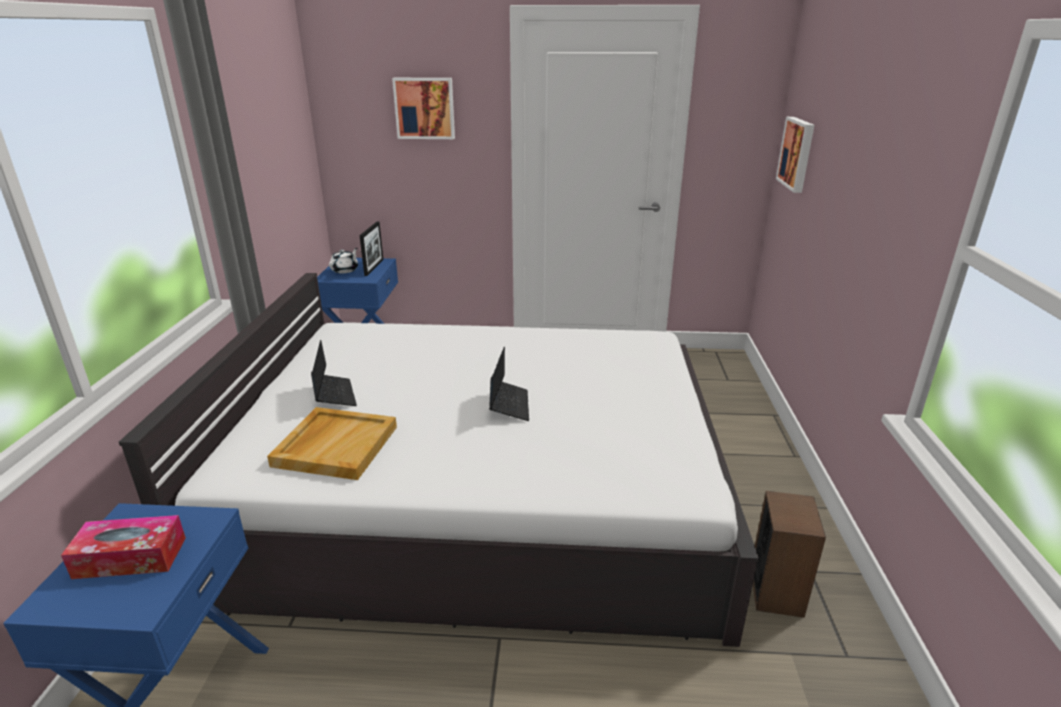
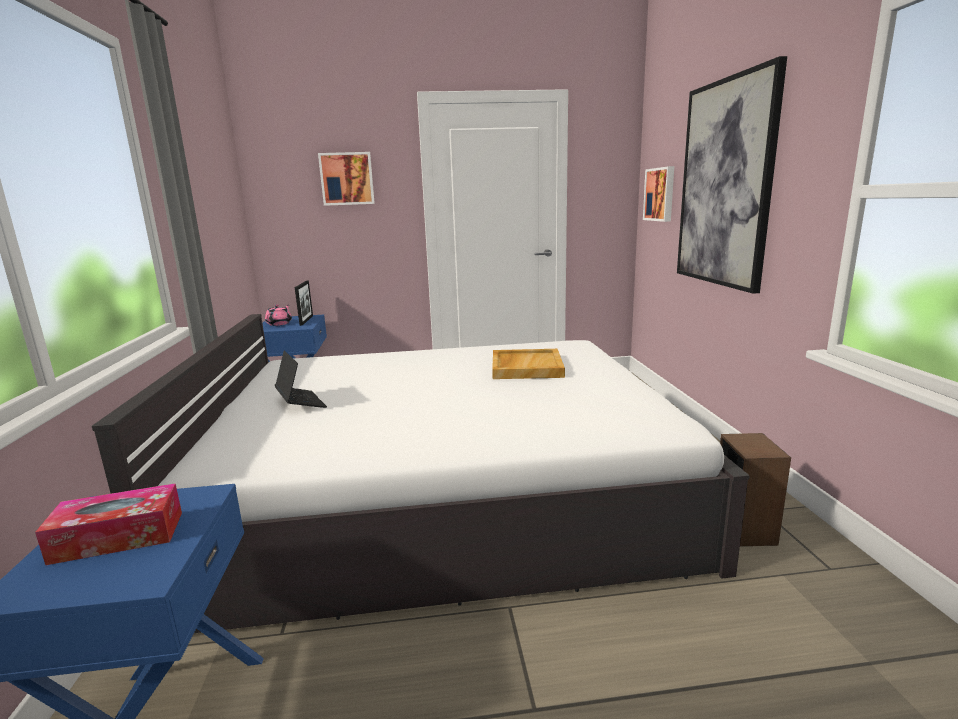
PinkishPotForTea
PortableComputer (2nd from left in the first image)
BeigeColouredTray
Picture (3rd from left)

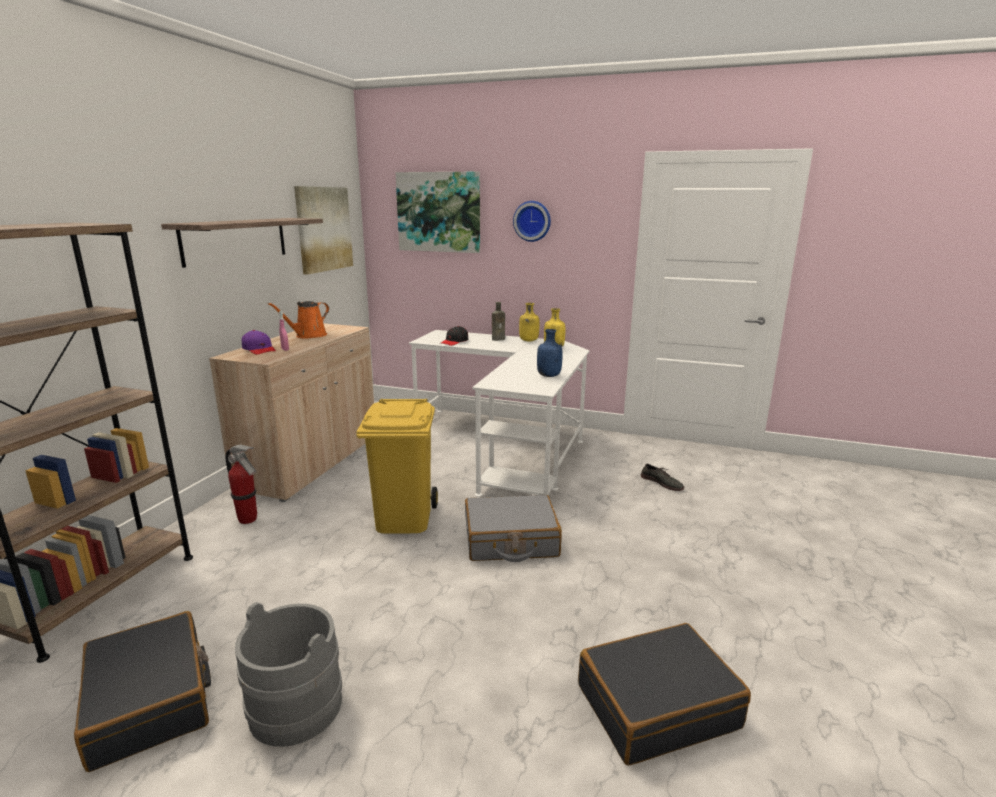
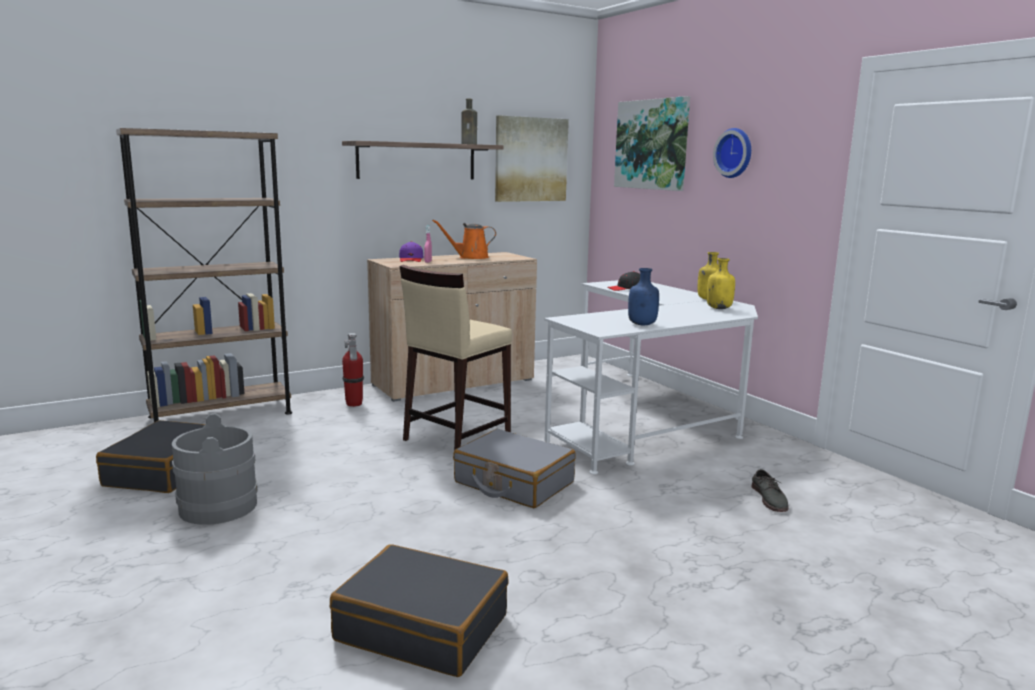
BrownishBeverageBottle
BeigeColouredStool

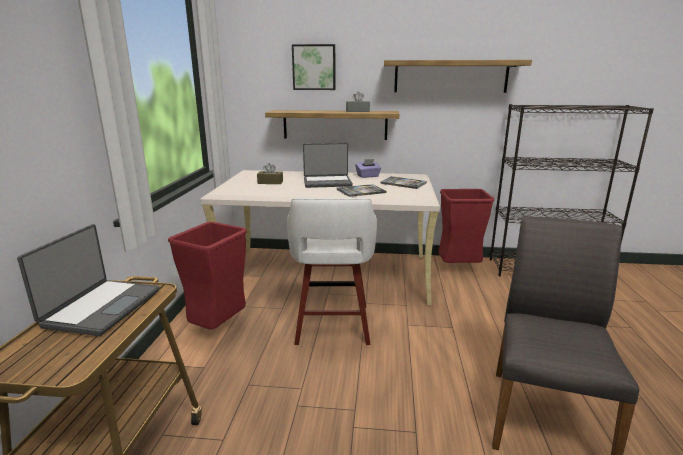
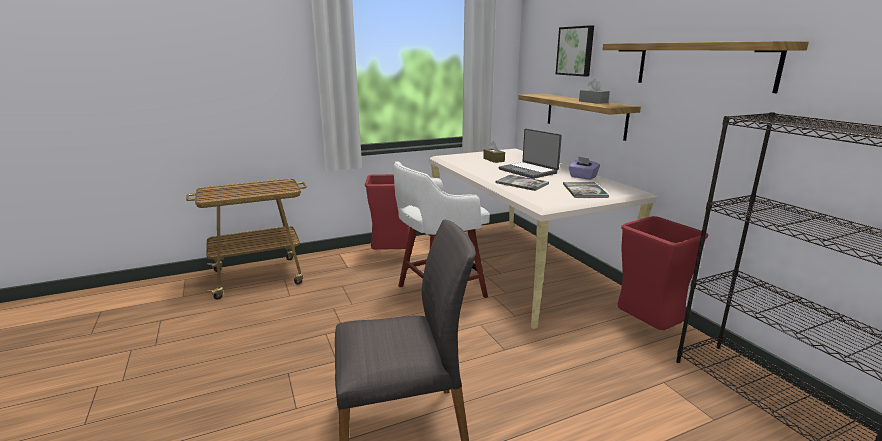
PortableComputer (1st from left in the first image)

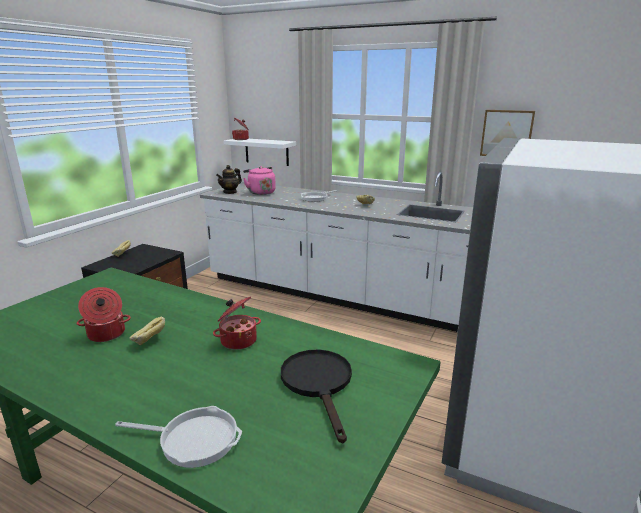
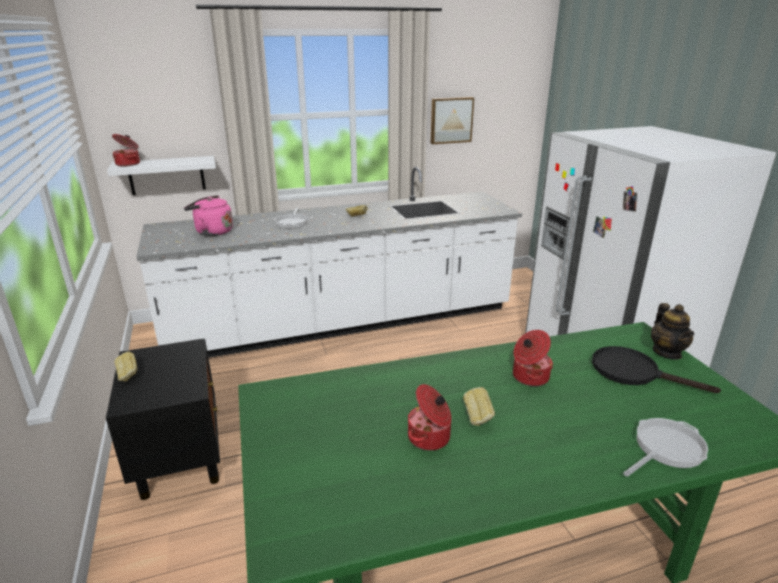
PotForTea

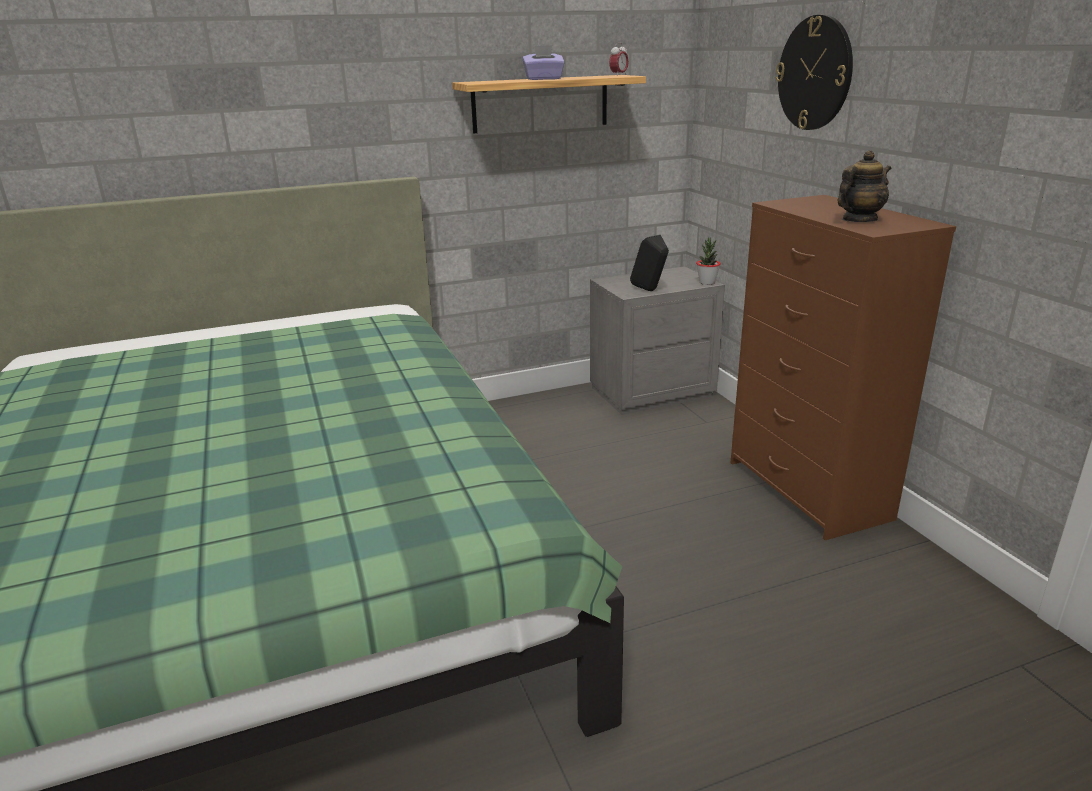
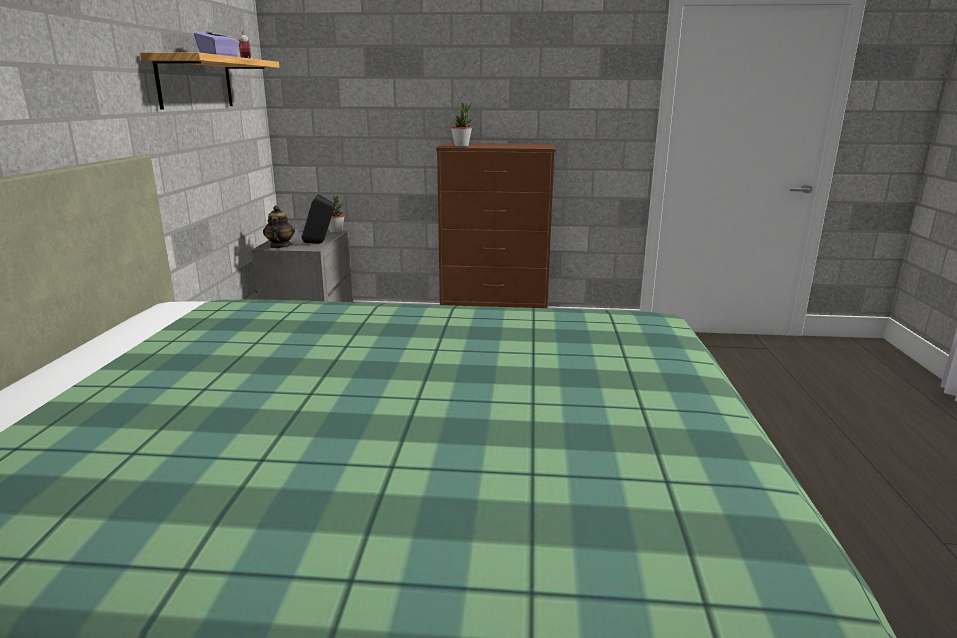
ClockOnTheWall
PotForTea
PottedPlant (2nd from left)

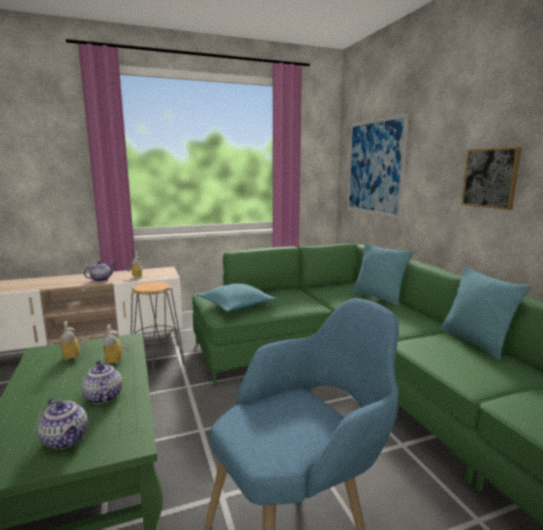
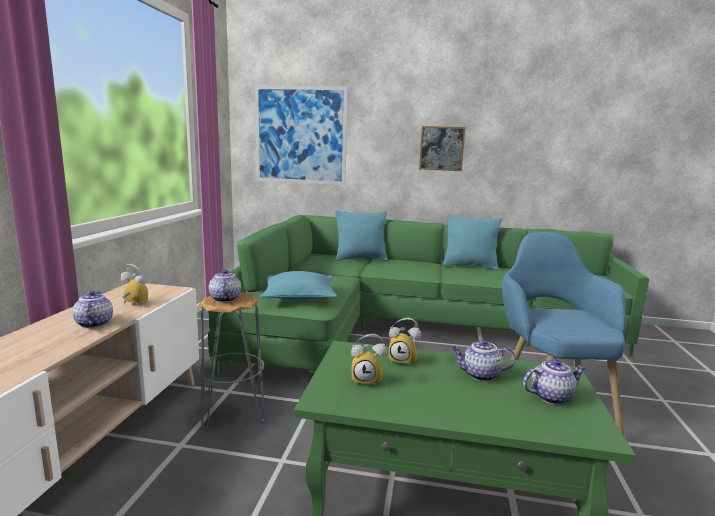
PotForTea (2nd from left)

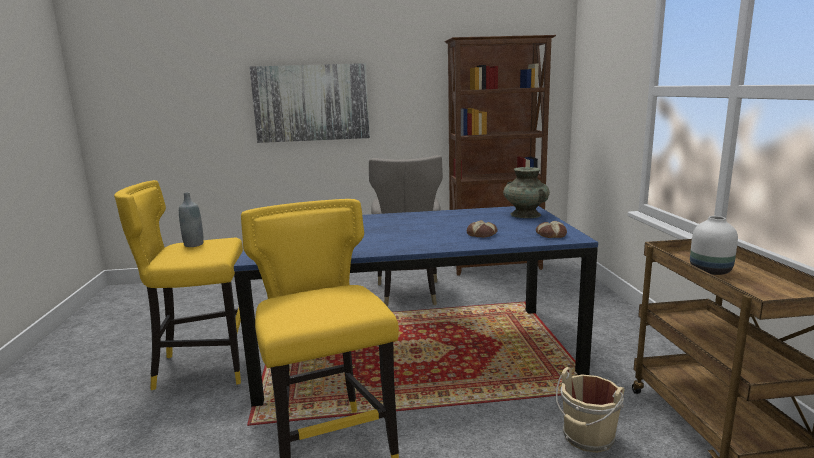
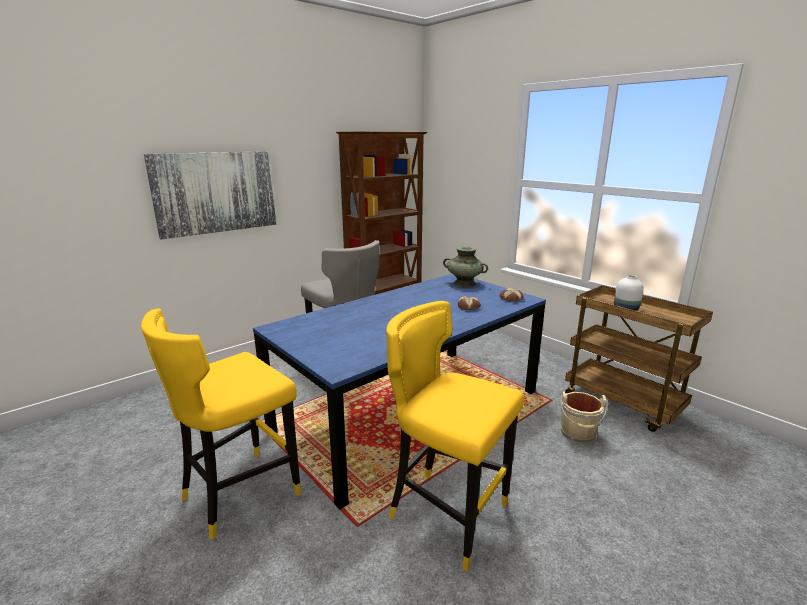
GrayBeverageBottle

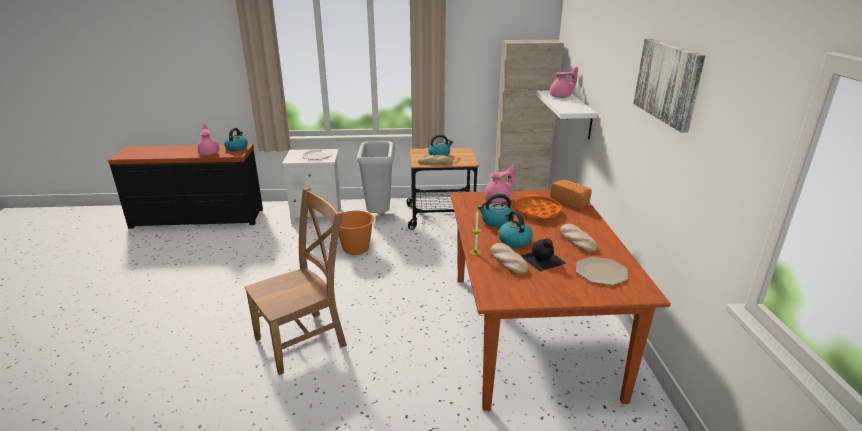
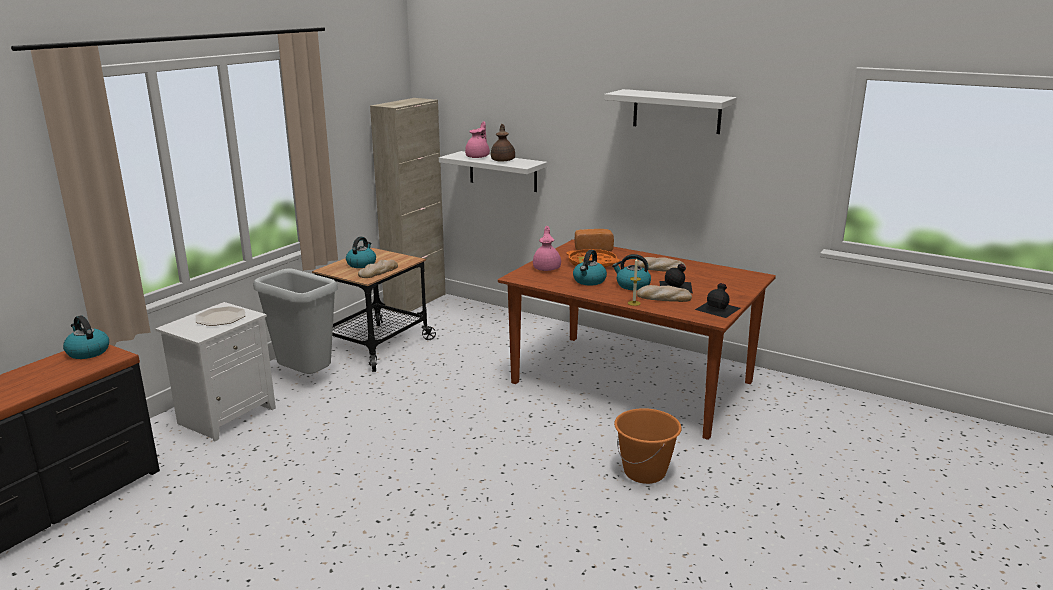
WhiteColouredShelf (2nd from left)
PinkishPotForTea (1st from left in the first image)
BrownishChair
OrangeyPail
FlatDish (2nd from left in the first image)
BrownishPotForTea
BlackColouredBeverageBottle (2nd from left)

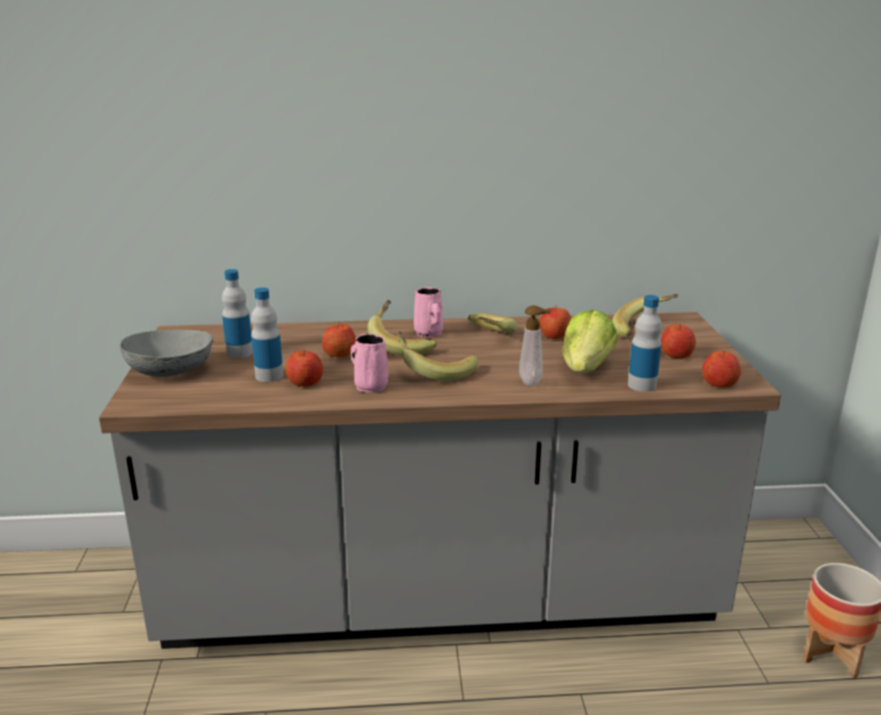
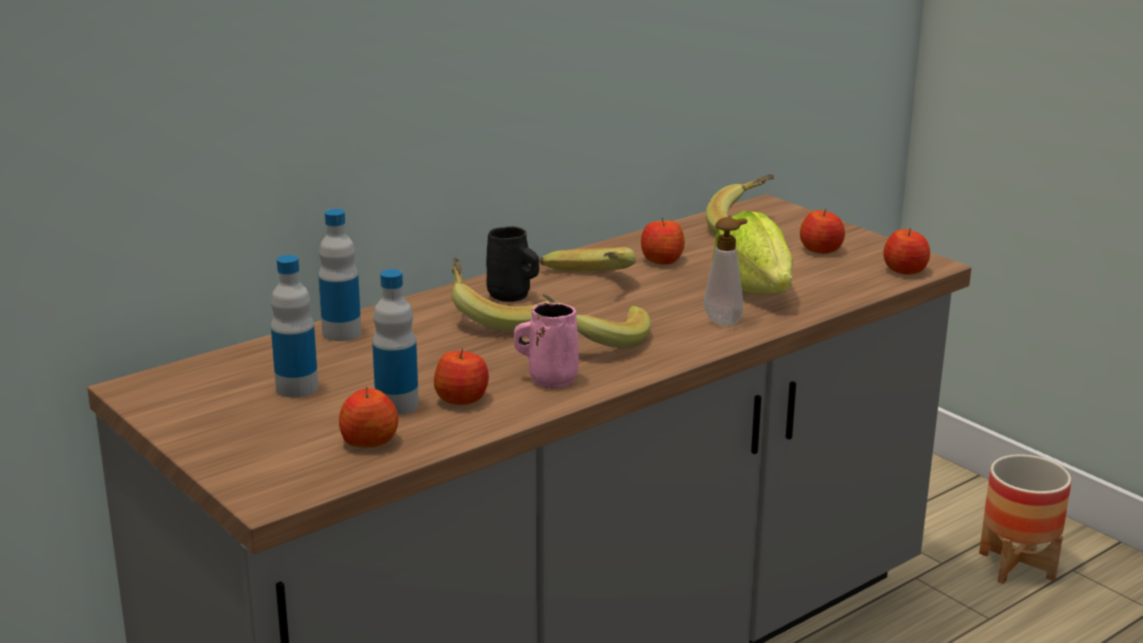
BlackColouredCoffeeMug
BeverageBottle (2nd from left)
Apple (1st from left)
GrayBowl

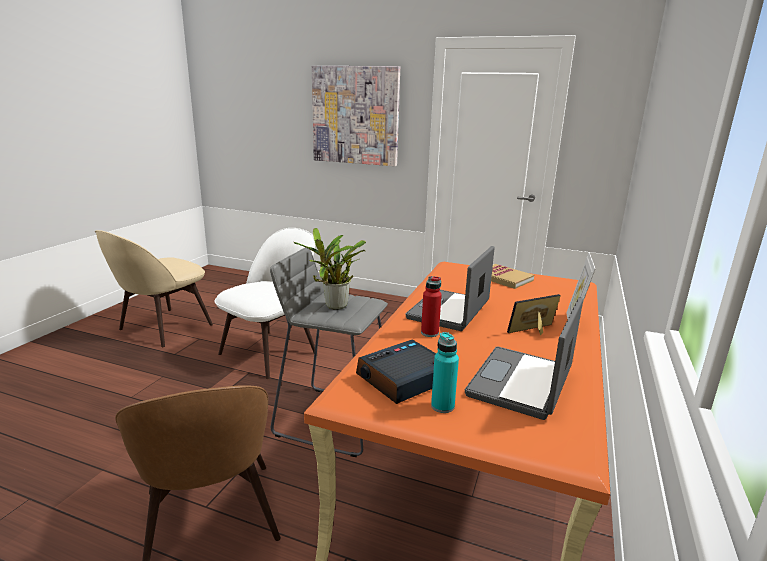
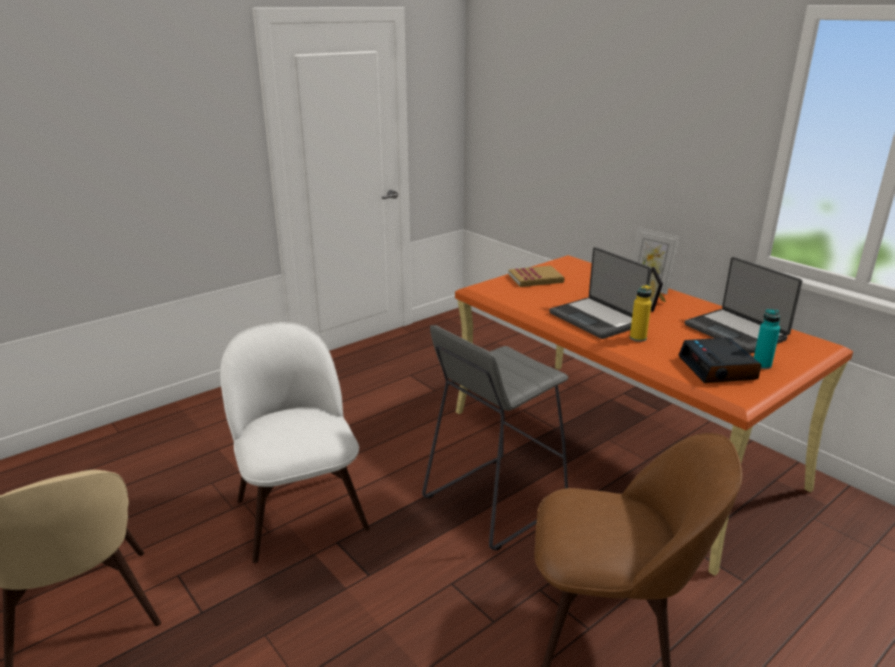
Picture
PottedPlant
YellowColouredBeverageBottle

